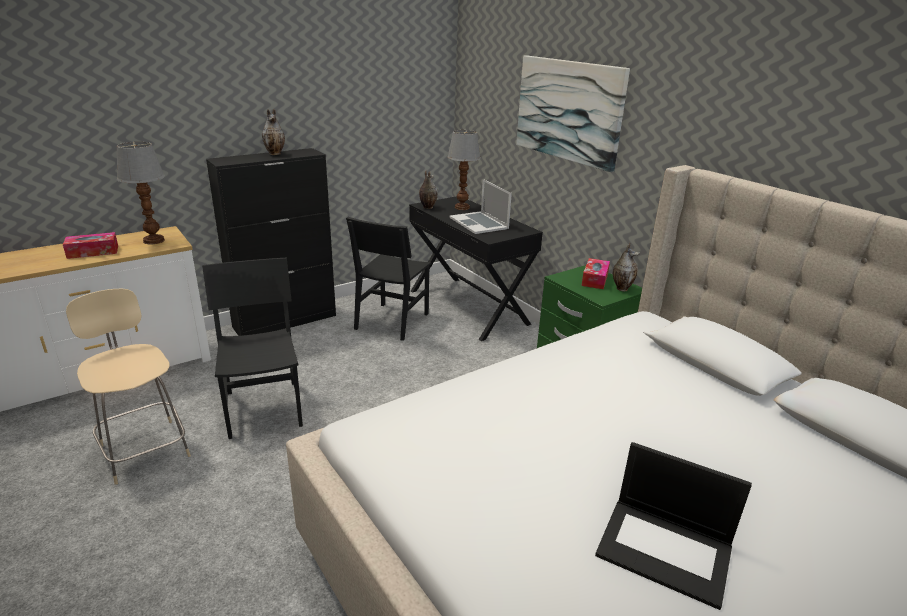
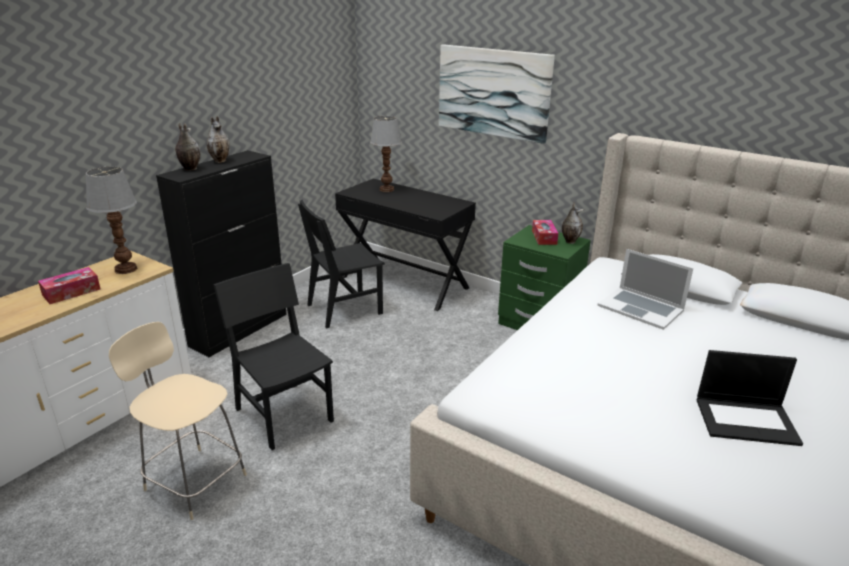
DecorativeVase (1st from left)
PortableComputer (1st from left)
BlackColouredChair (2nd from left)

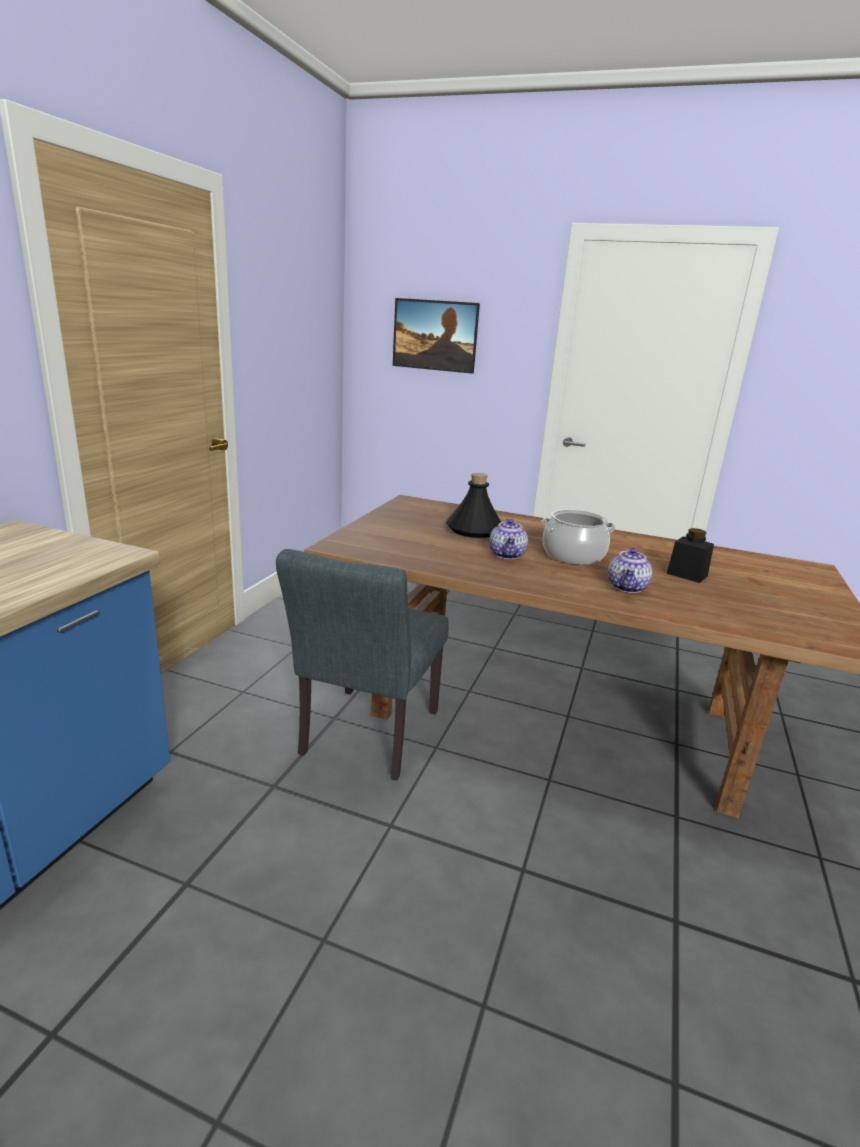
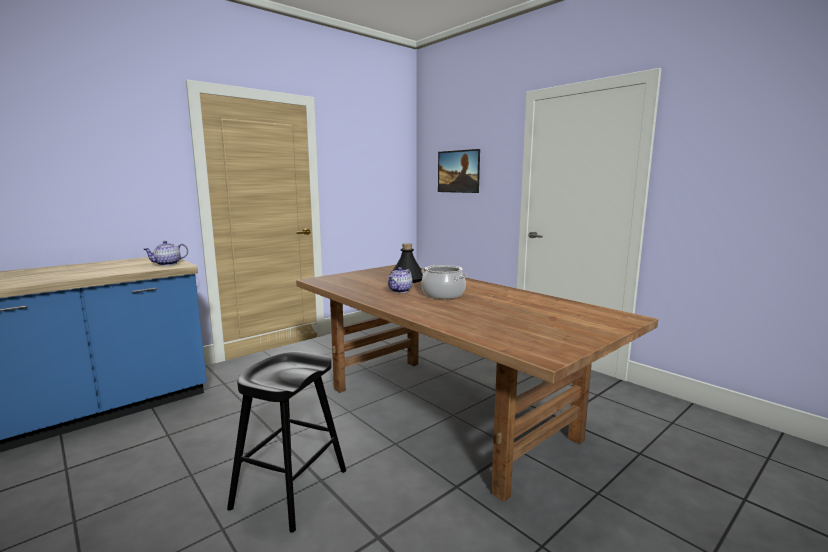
BlackColouredStorageJar
PotForTea (1st from left)
GrayChair
BlackColouredStool

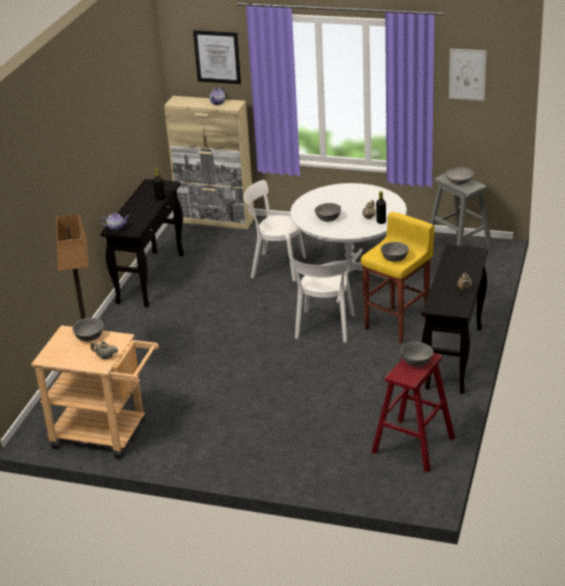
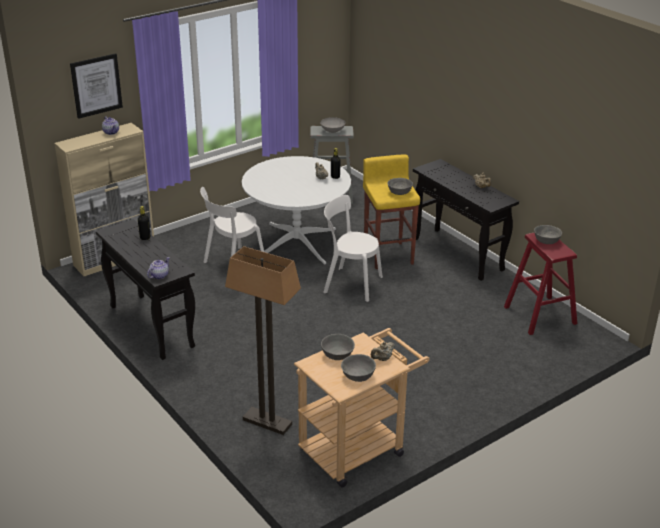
Picture (2nd from left in the first image)
GrayBowl (3rd from left)
WhiteColouredChair (2nd from left)

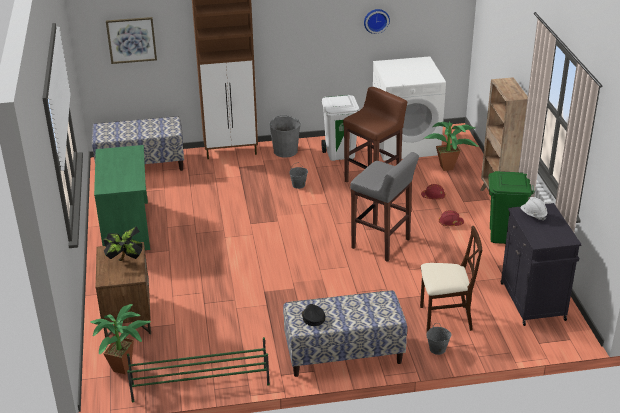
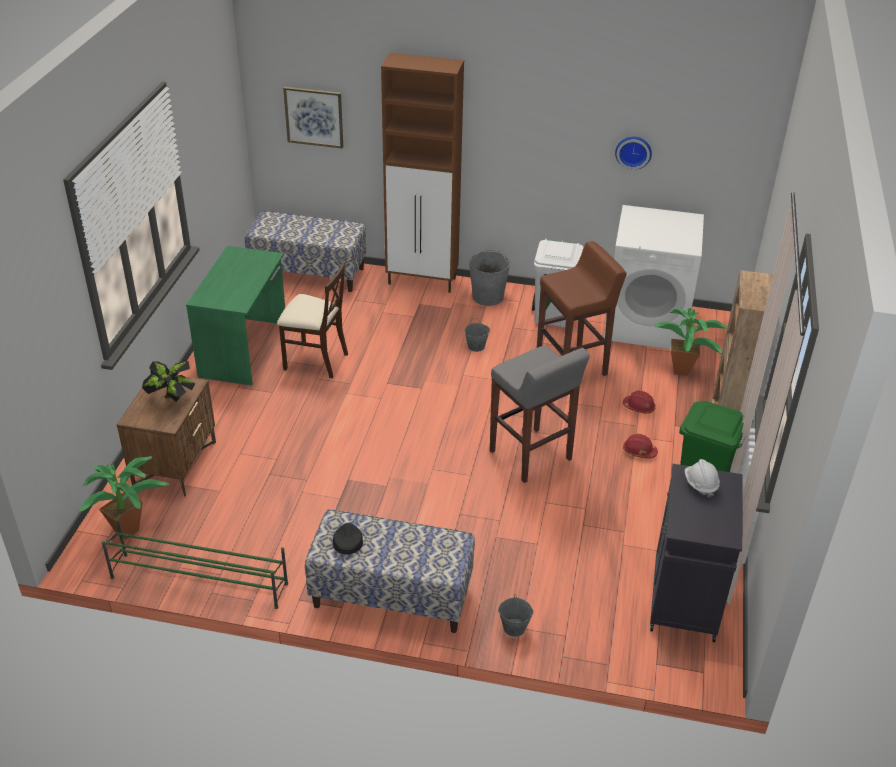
BeigeColouredChair

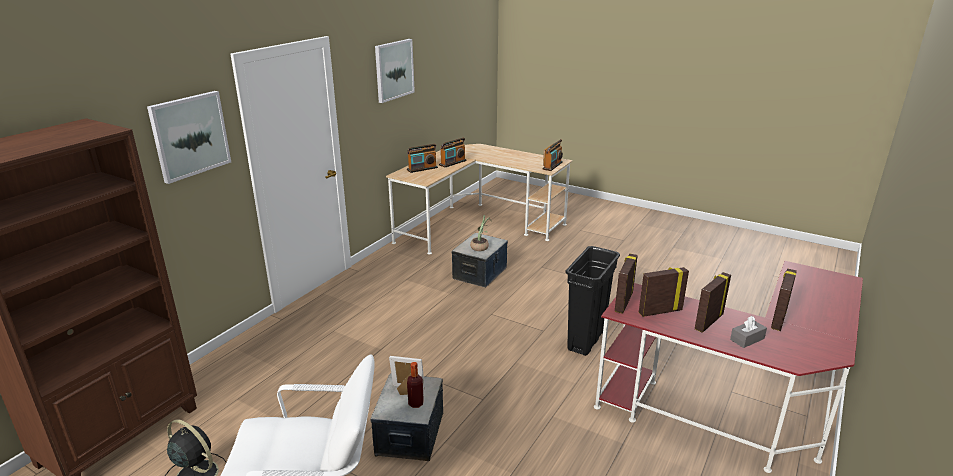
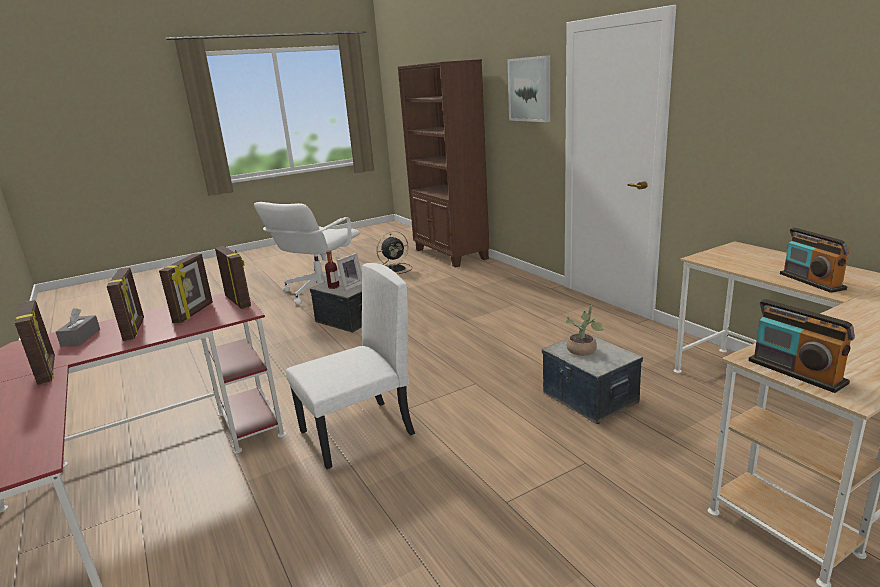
Picture (2nd from left in the first image)
RadioSet (1st from left in the first image)
WhiteColouredChair

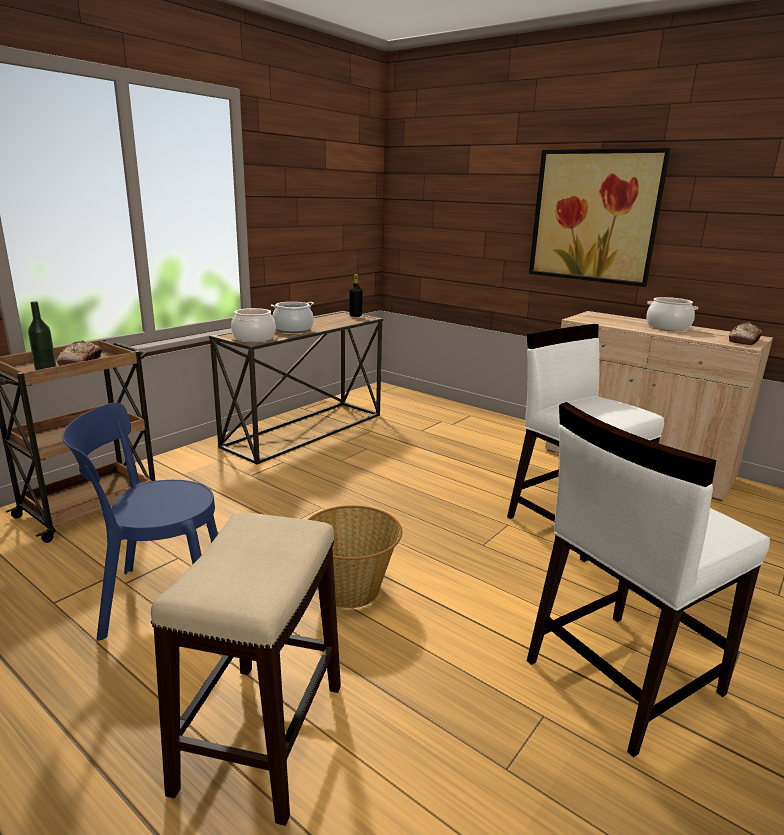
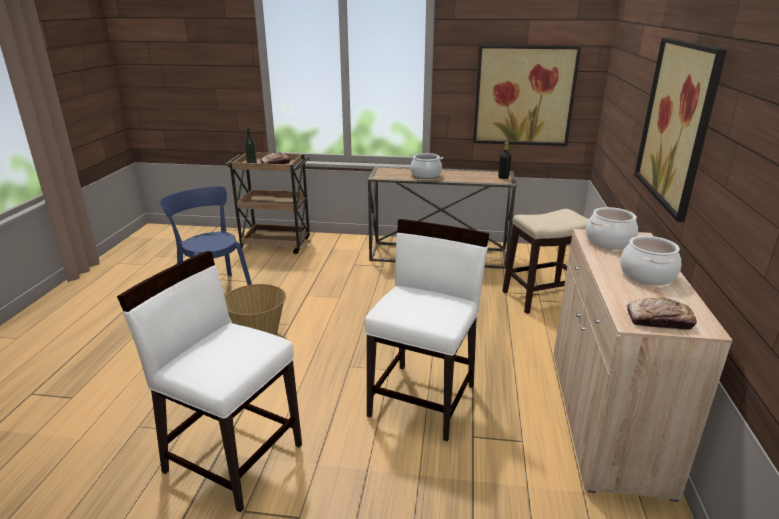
Saucepot (2nd from left)
Stool
Picture (1st from left)

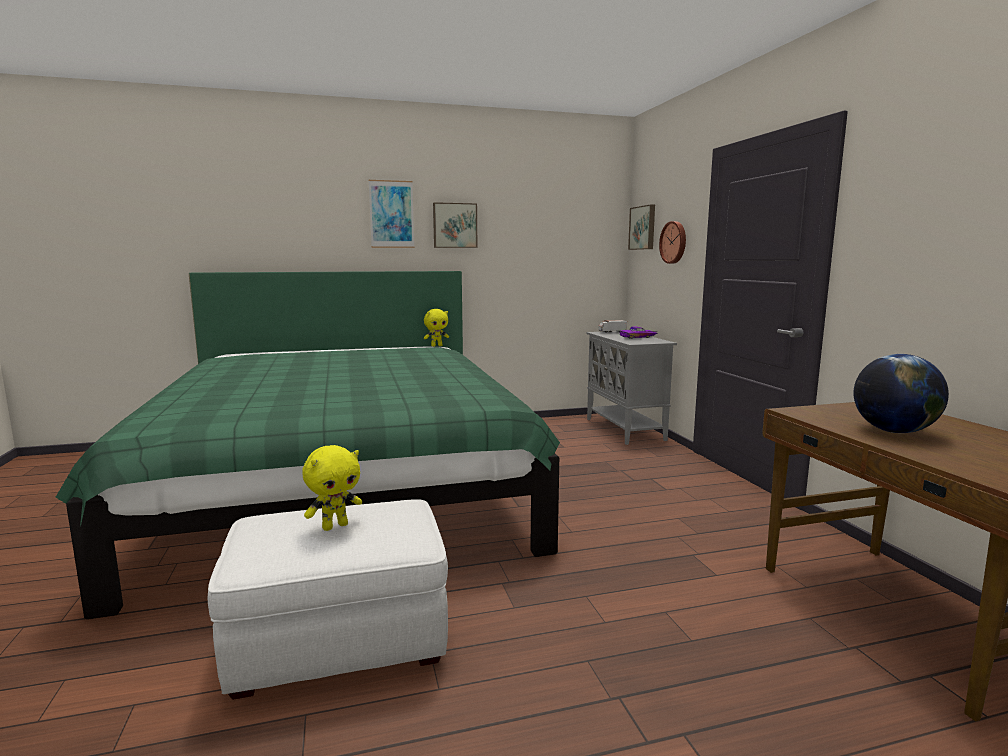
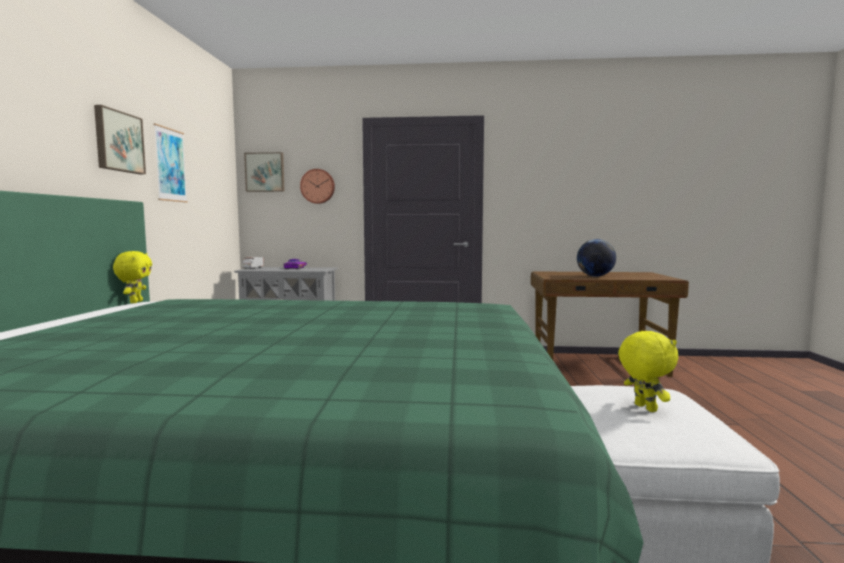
Picture (2nd from left)

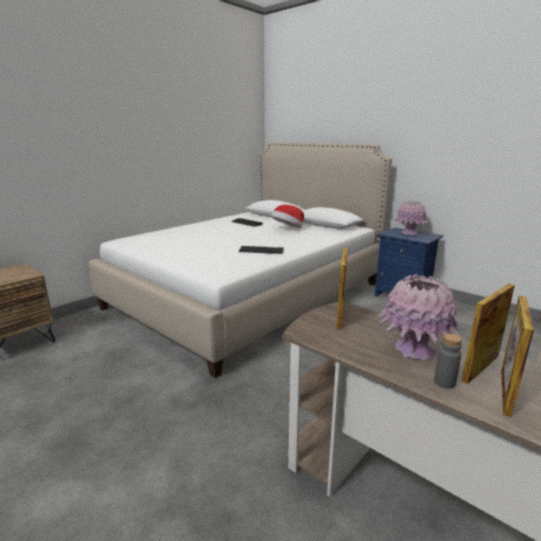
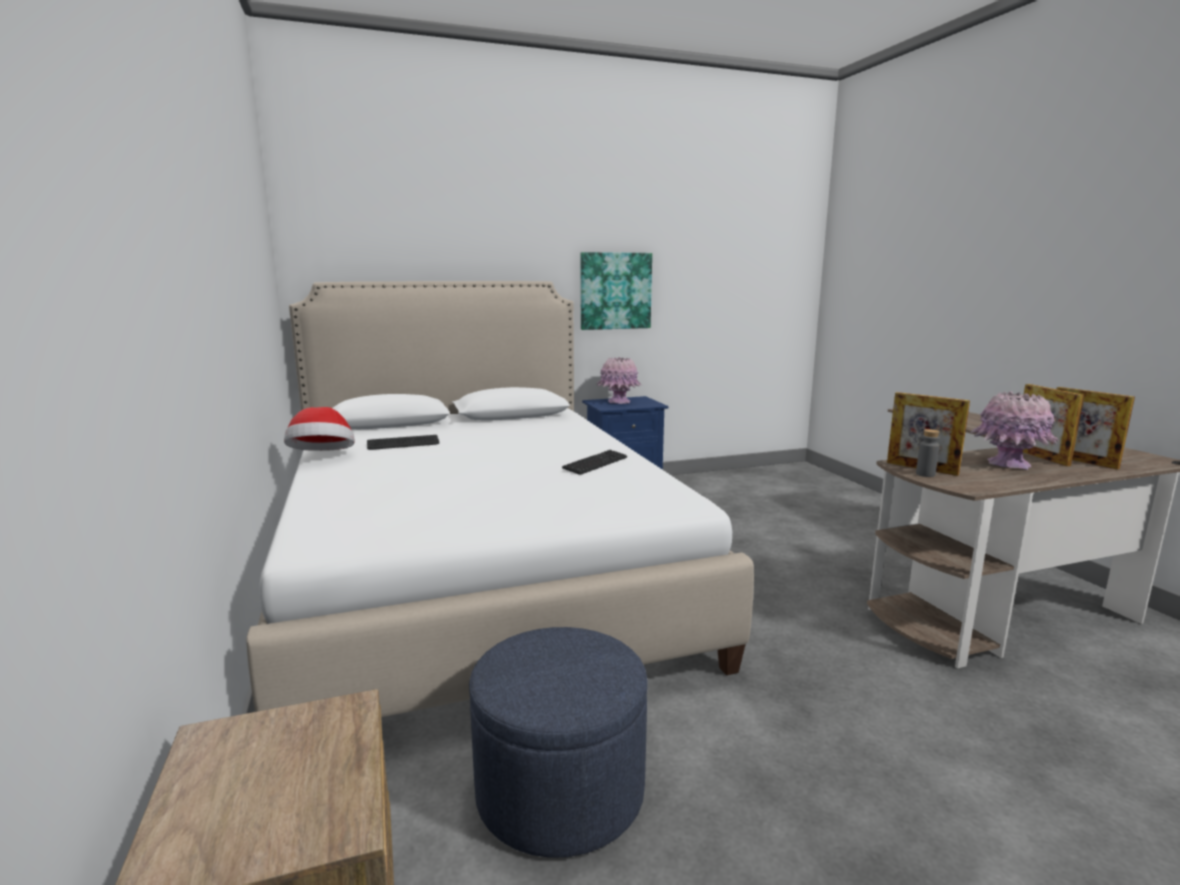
Hat
GrayBeverageBottle
Picture
BluePouffe

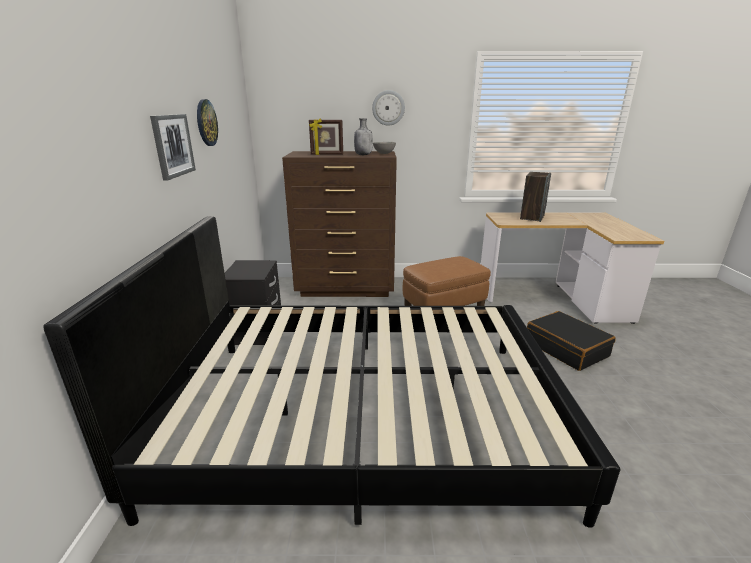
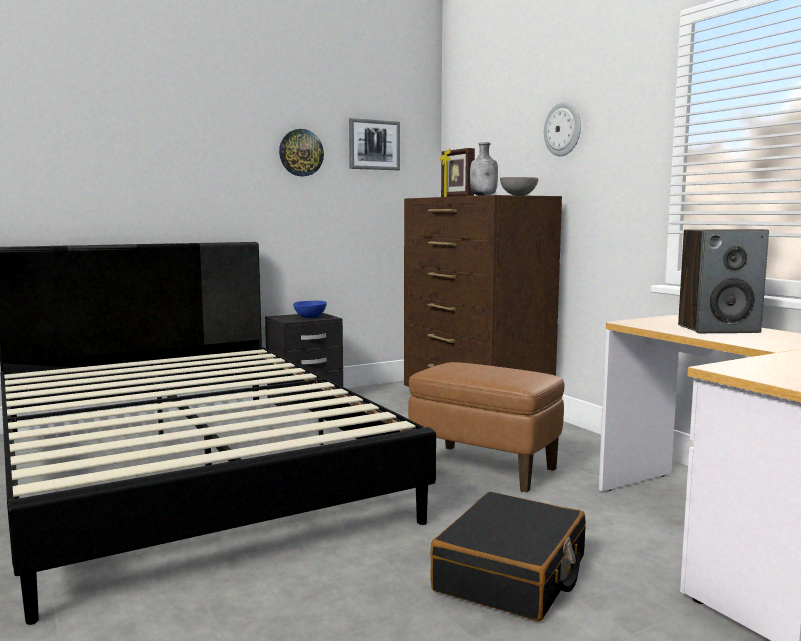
Picture
BlueBowl

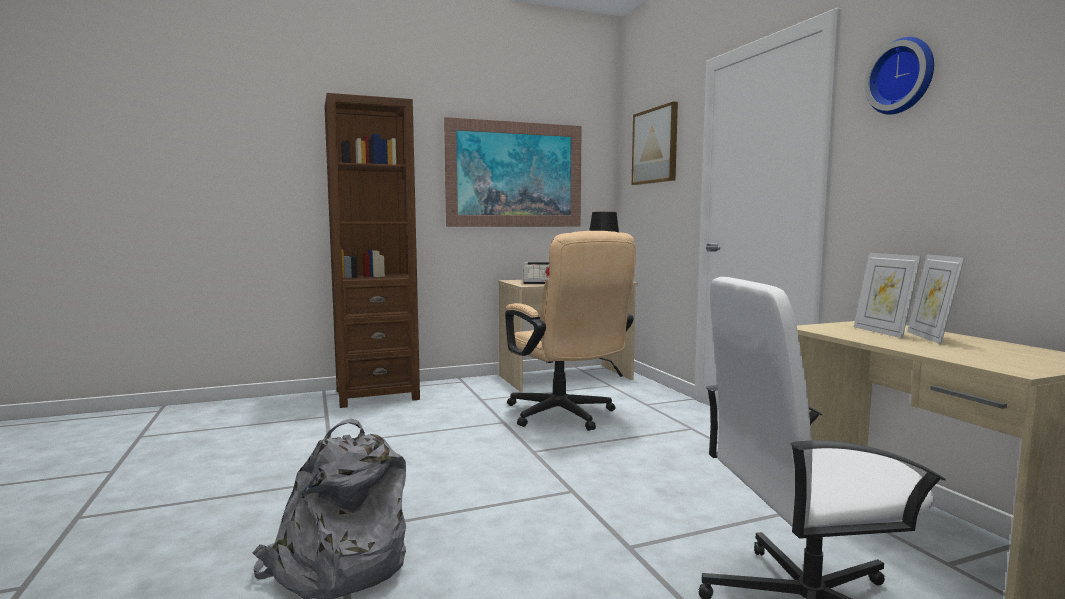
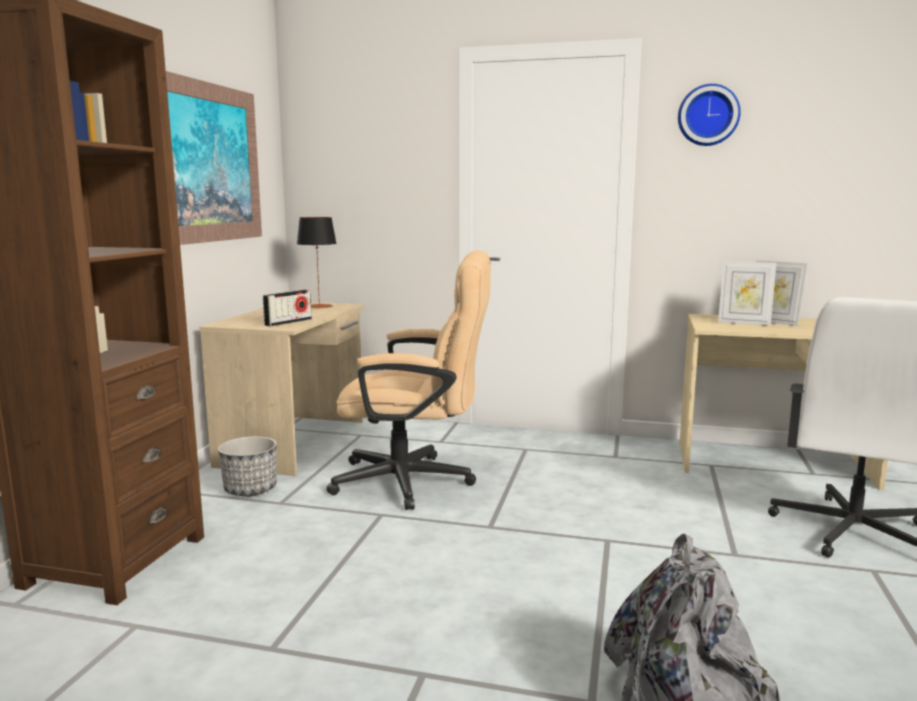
Picture (2nd from left in the first image)
Planter

